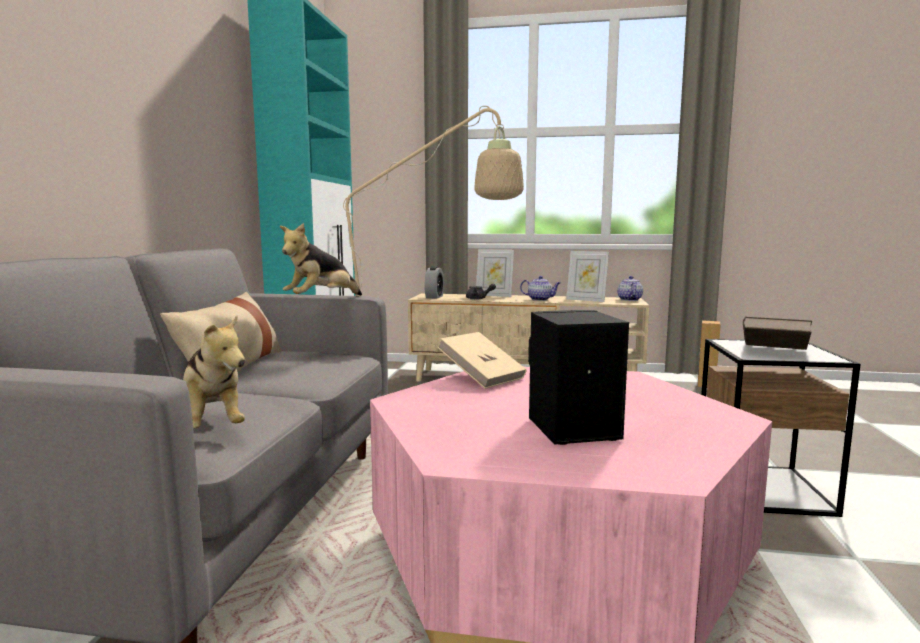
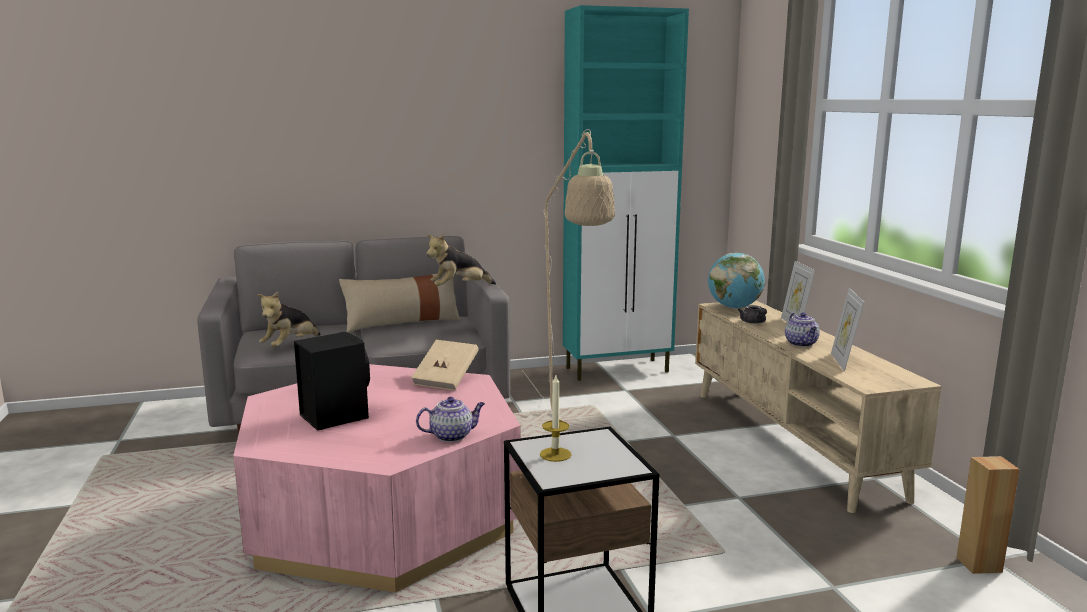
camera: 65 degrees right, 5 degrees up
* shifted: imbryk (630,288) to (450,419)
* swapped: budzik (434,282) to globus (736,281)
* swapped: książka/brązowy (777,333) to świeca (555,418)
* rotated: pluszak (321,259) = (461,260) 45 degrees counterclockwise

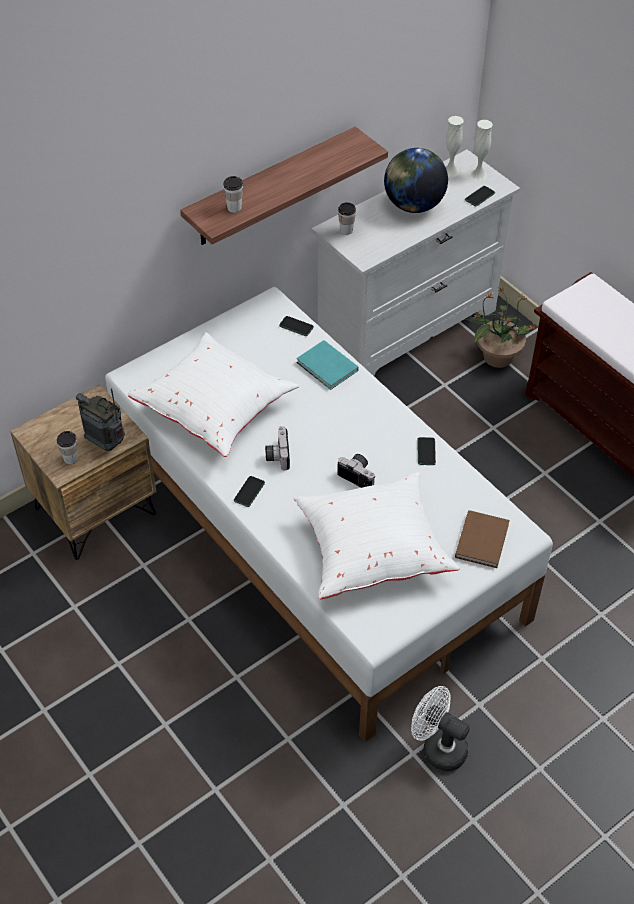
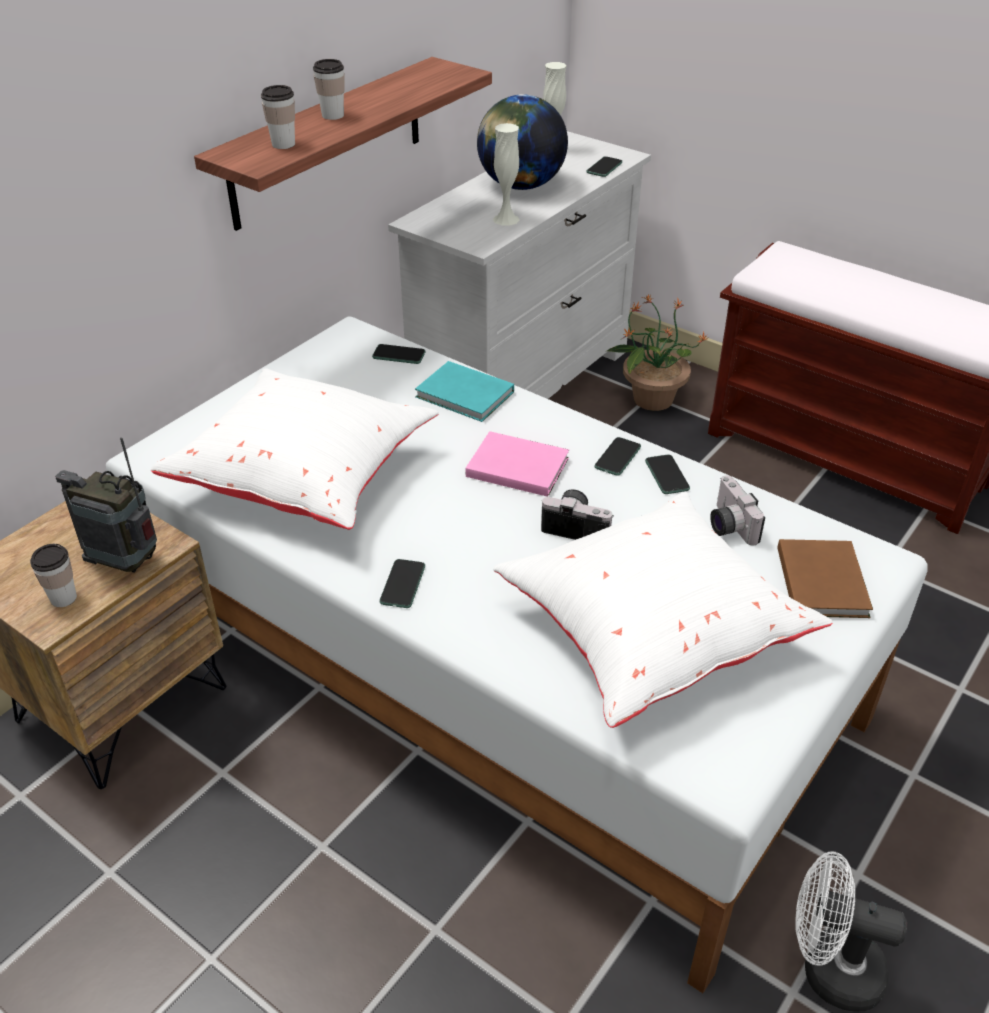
camera: 15 degrees left, 10 degrees down
* new: książka/różowy (517,464)
* new: telefon (618,456)
* shifted: aparat fotograficzny (277,448) to (737,510)
* shifted: filiżanka (347,218) to (329,89)
* shifted: wazon/biały (481,150) to (506,174)

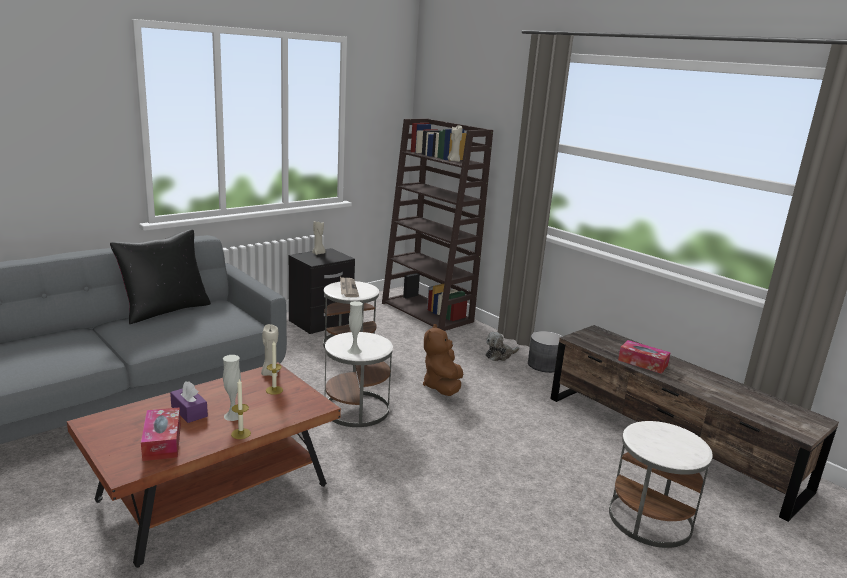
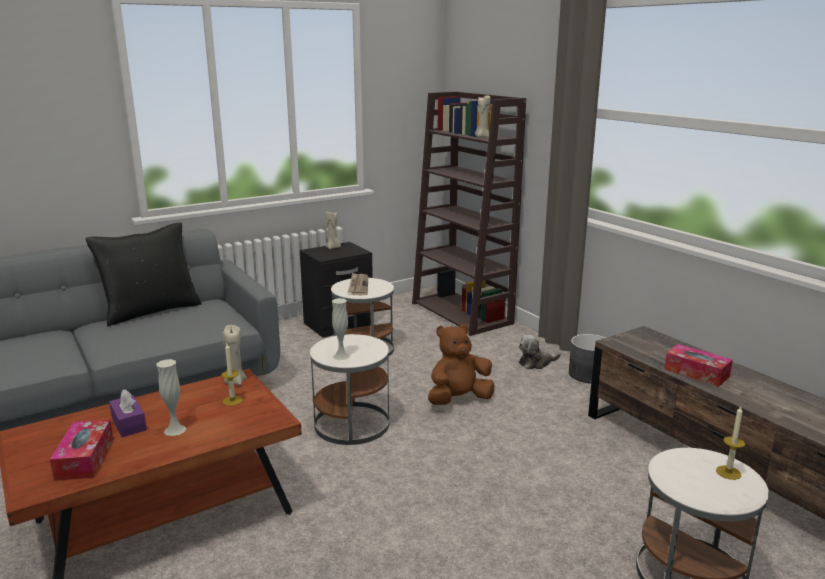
camera: 10 degrees right, 0 degrees up
* shifted: świeca (241,408) to (730,443)
* rotated: pluszak/brązowy (443,360) = (461,364) 45 degrees clockwise

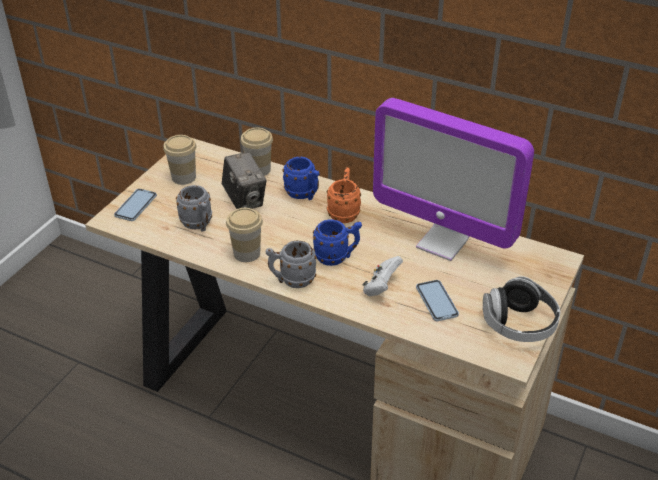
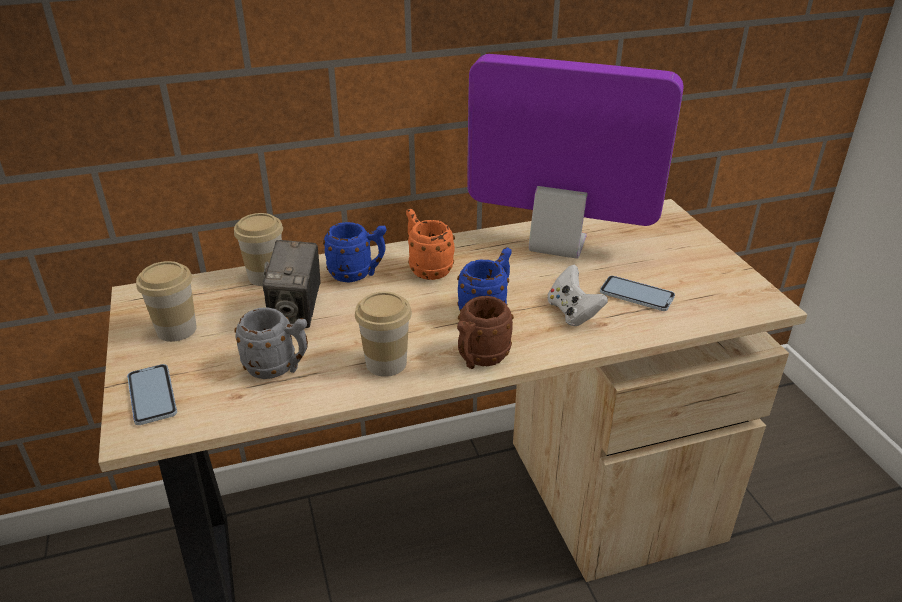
camera: 45 degrees left, 5 degrees down
* gone: słuchawki (521,309)
* repainted: kubek/szary (291,264) to kubek/brązowy (485,332)
* rotated: aparat fotograficzny (244,180) = (292,284) 75 degrees clockwise
* rotated: monitor (453,179) = (575,156) 150 degrees counterclockwise

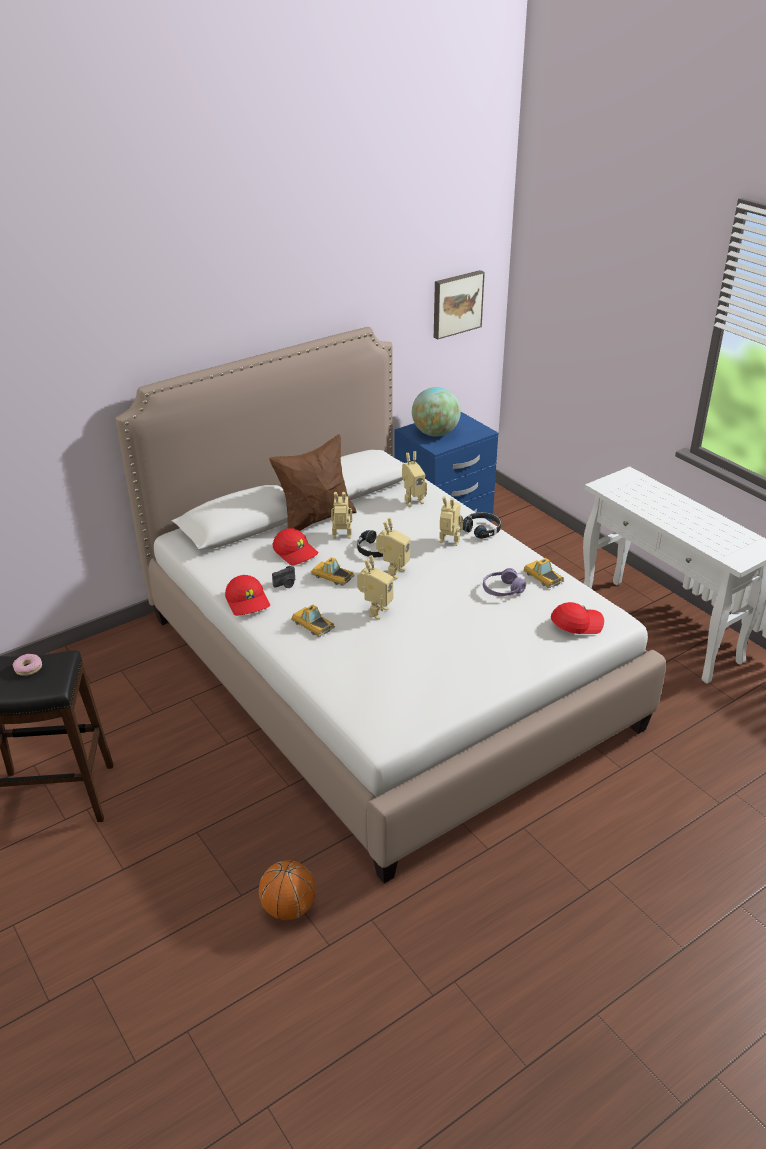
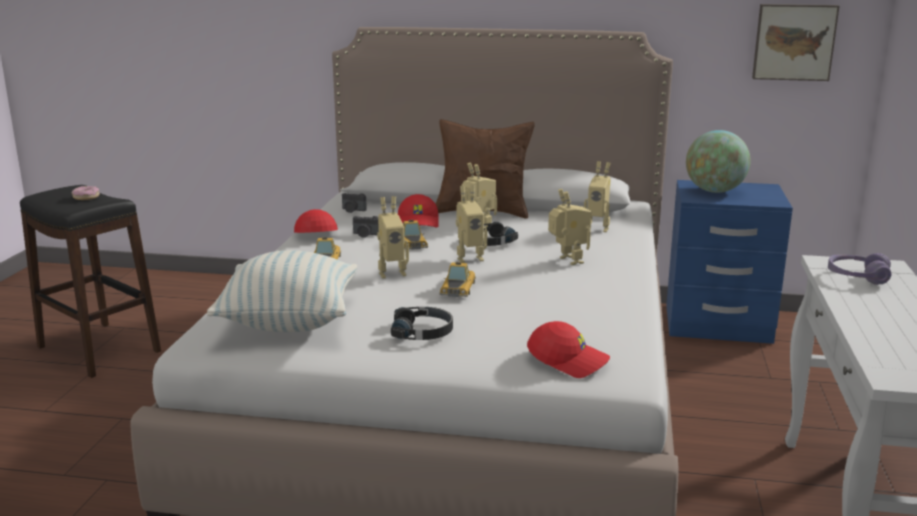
camera: 45 degrees right, 15 degrees down
* gone: piłka do koszykówki (287,890)
* new: poduszka (282,291)
* new: aparat fotograficzny (354,203)
* shifted: słuchawki/czarny (482,525) to (422,323)
* shifted: słuchawki/fioletowy (504,582) to (859,269)
* shifted: samochodzik (543,573) to (457,279)
* rotated: czapka z daszkiem/czerwony (247,595) = (316,221) 150 degrees clockwise

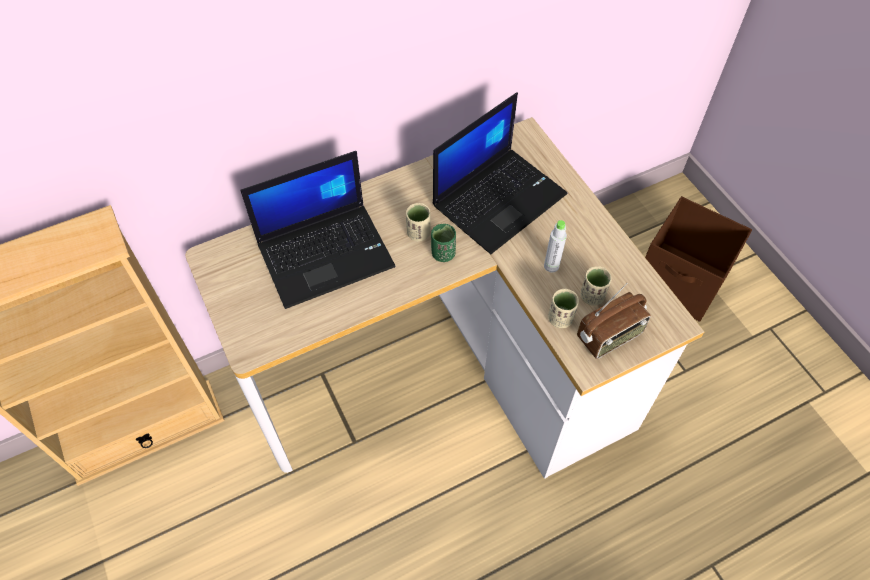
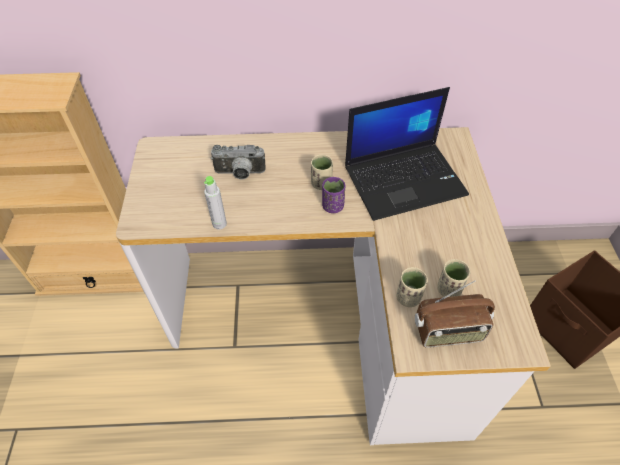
camera: 25 degrees right, 5 degrees down
* shifted: butelka/szary (555,246) to (215,203)
* swapped: laptop (318,230) to aparat fotograficzny (238,162)
* repainted: filiżanka/zielony (443,243) to filiżanka/fioletowy (333,195)

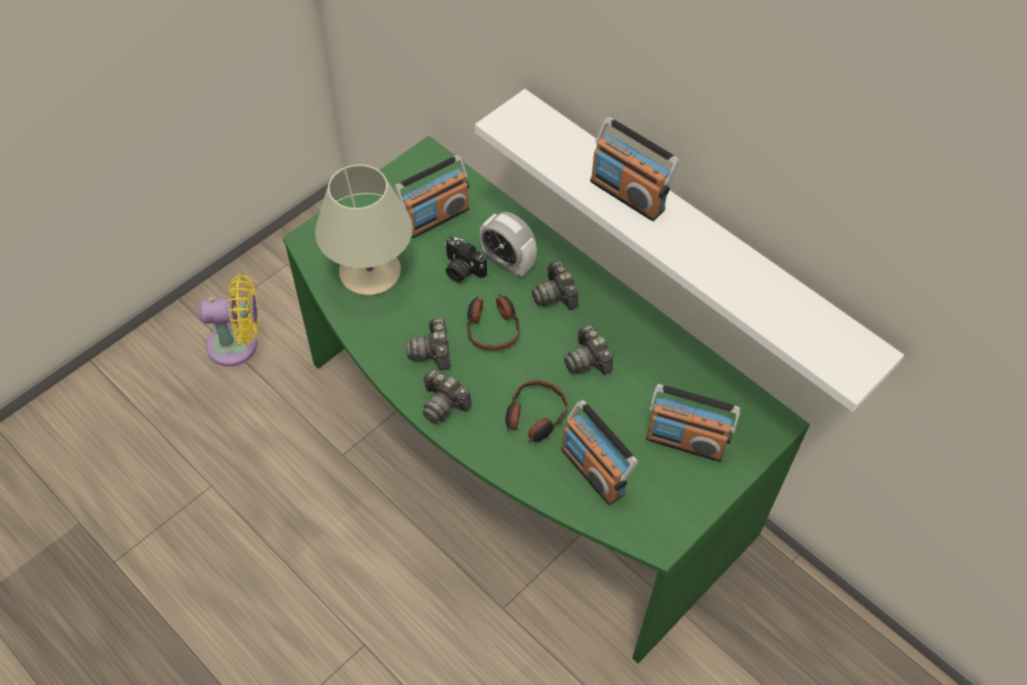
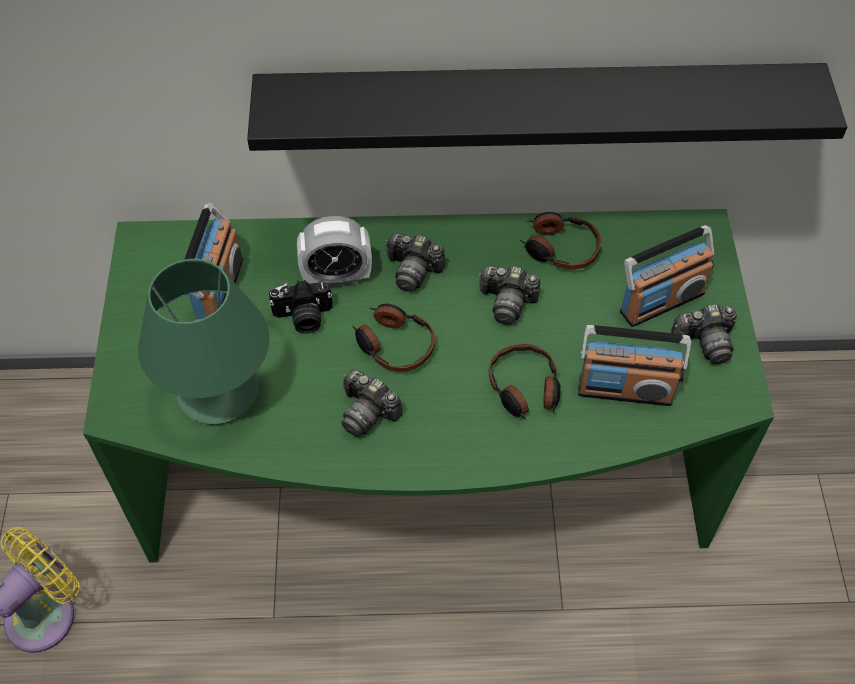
camera: 45 degrees left, 0 degrees up
* gone: radio (635,169)
* new: słuchawki (560,240)
* shifted: aparat fotograficzny (447,396) to (704,334)
* repainted: lampa stołowa/beżowy (364,230) to lampa stołowa/zielony (204,342)
* repainted: półka/biały (689,250) to półka/czarny (547,107)

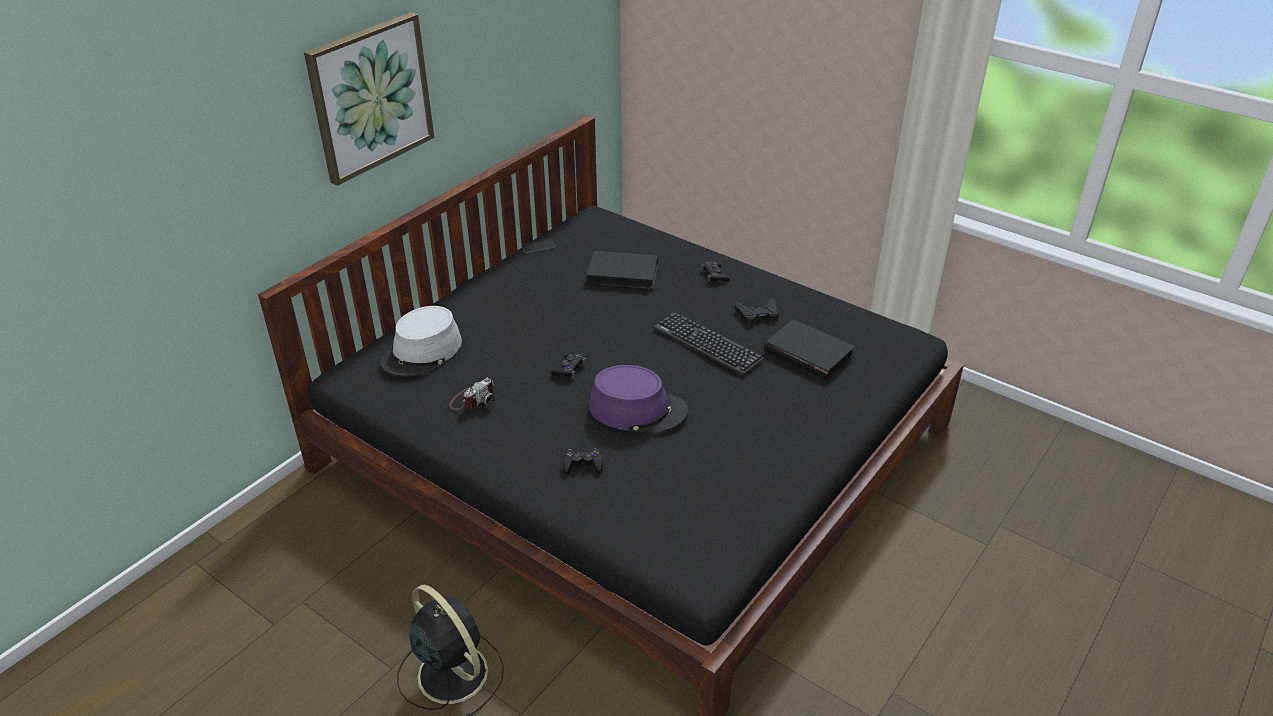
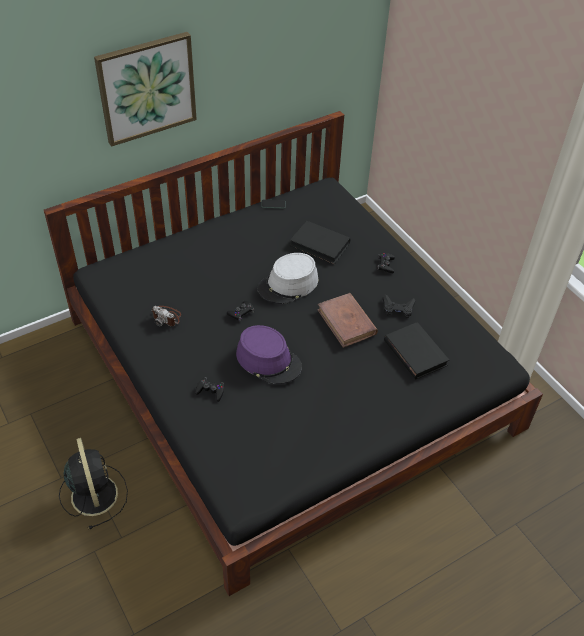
camera: 20 degrees right, 10 degrees up
* shifted: kapelusz/szary (421,341) to (287,278)
* swapped: klawiatura (709,343) to książka/brązowy (347,320)
* rotated: aparat fotograficzny (472,394) = (166,316) 60 degrees clockwise

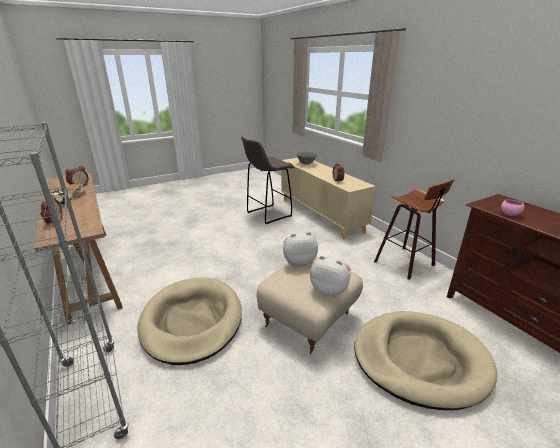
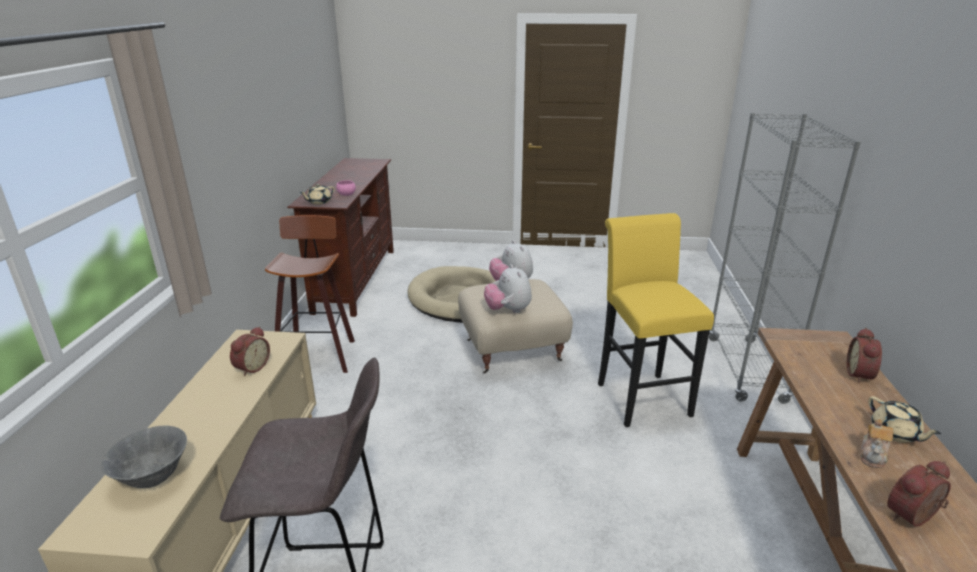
camera: 145 degrees left, 0 degrees up
* new: imbryk/beżowy (317,194)
* swapped: legowisko/beżowy (190,321) to stołek/żółty (656,320)
* rotated: pluszak (300,249) = (508,288) 45 degrees clockwise

